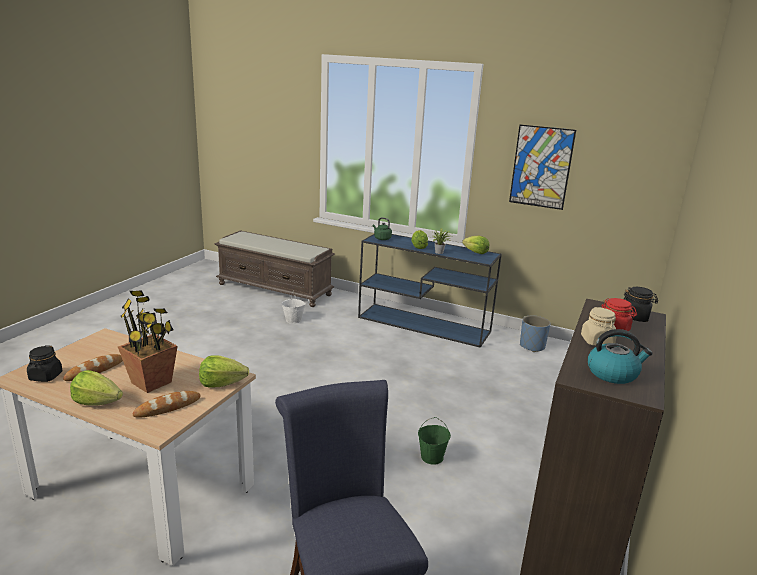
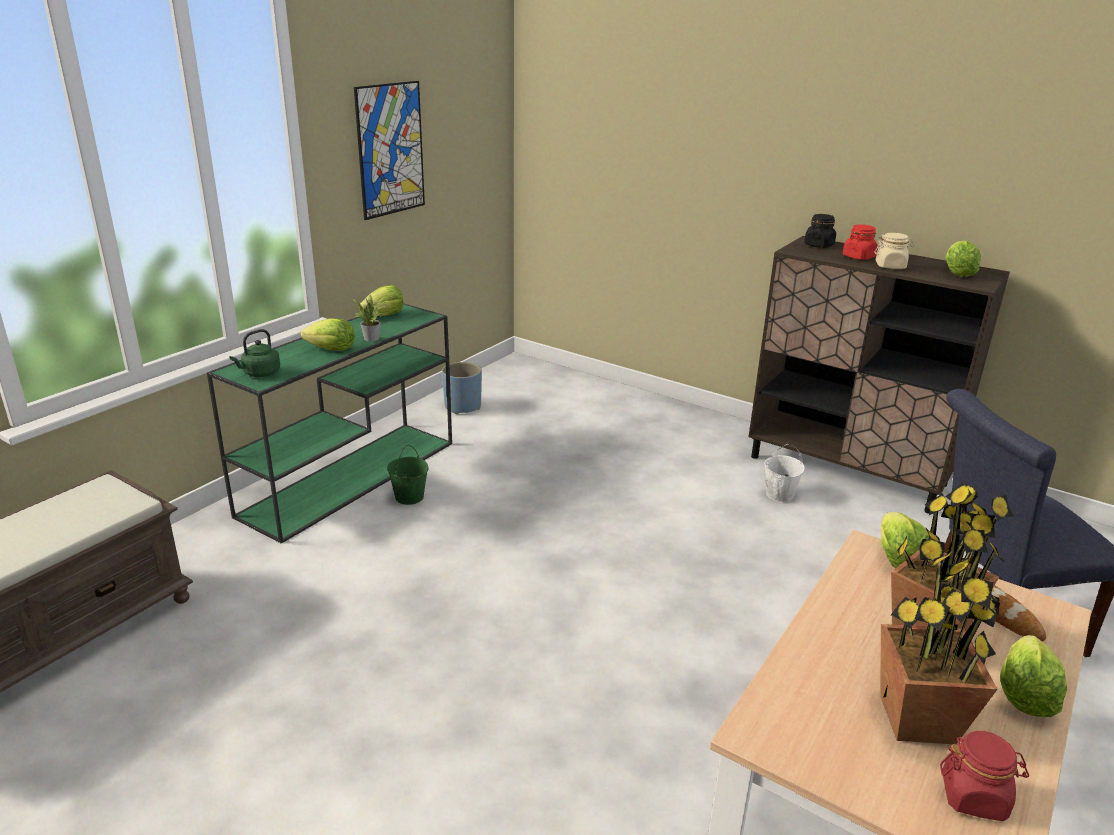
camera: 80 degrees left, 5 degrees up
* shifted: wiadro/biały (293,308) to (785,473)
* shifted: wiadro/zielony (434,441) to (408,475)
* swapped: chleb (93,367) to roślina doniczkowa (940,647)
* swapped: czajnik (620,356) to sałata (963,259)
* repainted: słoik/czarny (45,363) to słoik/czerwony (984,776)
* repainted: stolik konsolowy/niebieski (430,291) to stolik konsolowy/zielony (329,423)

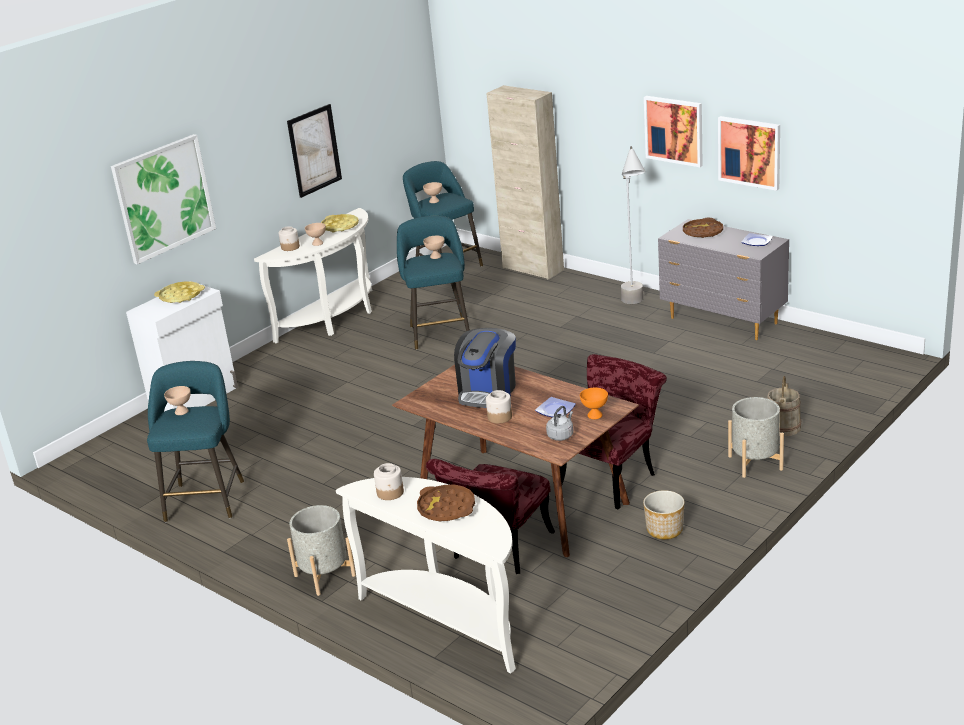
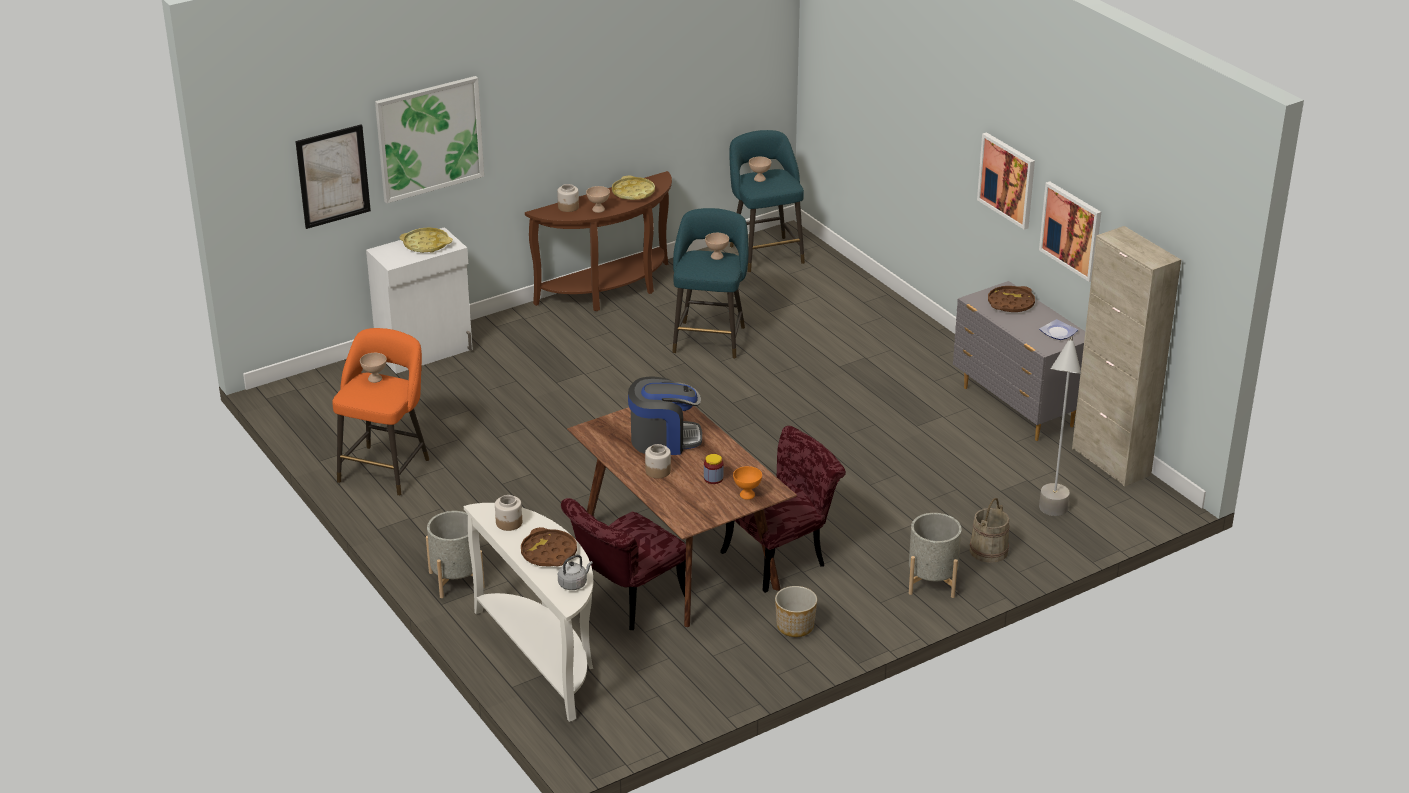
camera: 15 degrees right, 5 degrees up
* shifted: obraz (314,151) to (333,176)
* shifted: szafka/beżowy (525,182) to (1126,356)
* shifted: czajnik/szary (559,423) to (575,572)
* shifted: lampa stojąca/szary (633,225) to (1060,426)
* swapped: talerz (555,407) to słoik (714,469)
* repainted: stołek/turkusowy (195,441) to stołek/pomarańczowy (380,412)
* repainted: stolik konsolowy/biały (313,275) to stolik konsolowy/brązowy (598,241)
* rotated: ekspres do kawy (485,368) = (665,415) 135 degrees counterclockwise

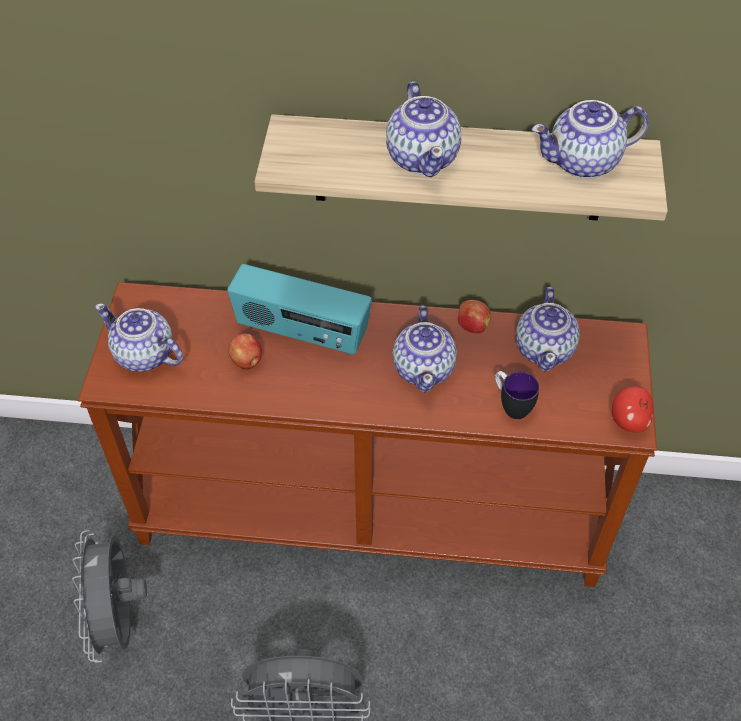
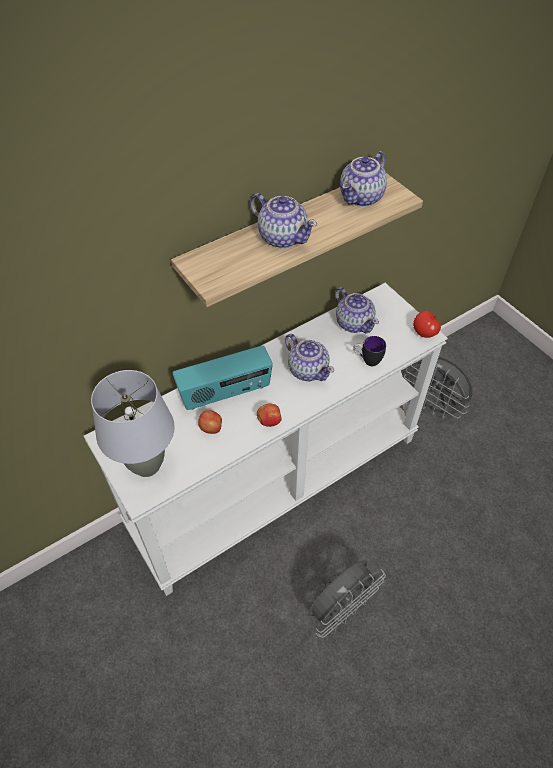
camera: 40 degrees left, 0 degrees up
* shifted: wentylator/szary (109,596) to (438,387)
* shifted: jabłko (474,316) to (269,415)
* swapped: imbryk (139,337) to lampa stołowa/szary (133,423)
* repainted: stolik konsolowy/brązowy (367,434) to stolik konsolowy/biały (266,439)

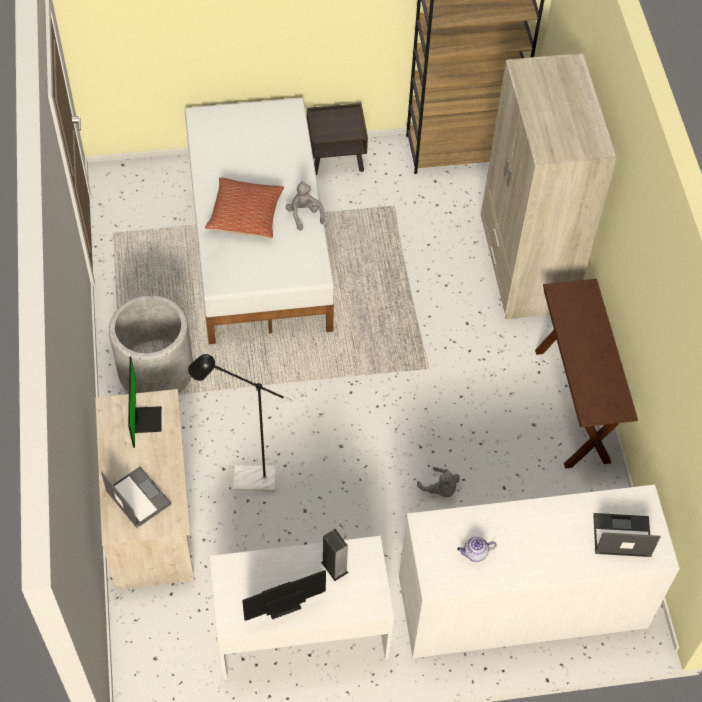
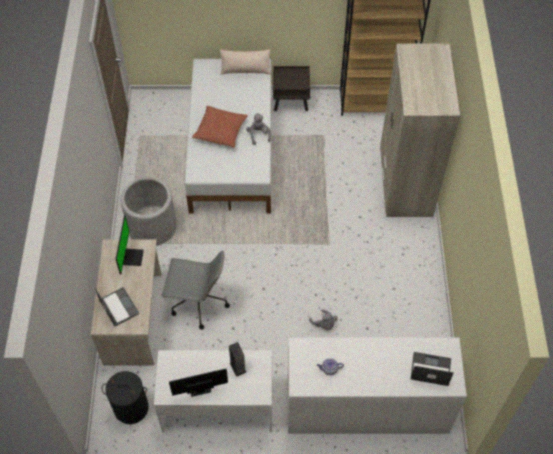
camera: 10 degrees right, 0 degrees up
* gone: stolik konsolowy/brązowy (586,373)
* new: kosz na pranie/czarny (125,397)
* new: poduszka/beżowy (245,62)
* swapped: lampa stojąca/czarny (240,423) to krzesło biurowe/szary (196,290)

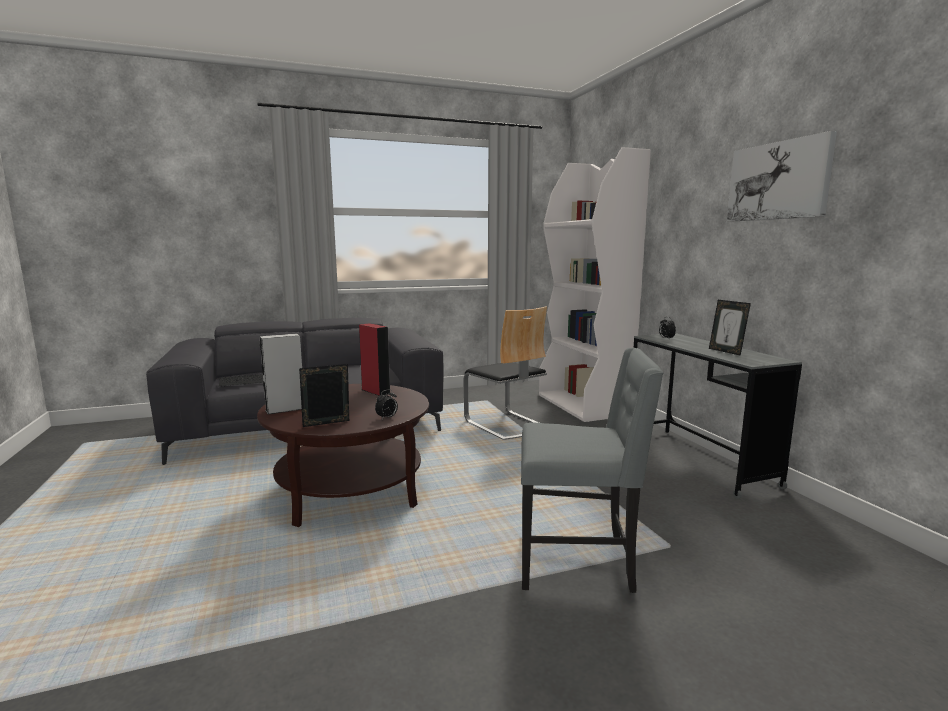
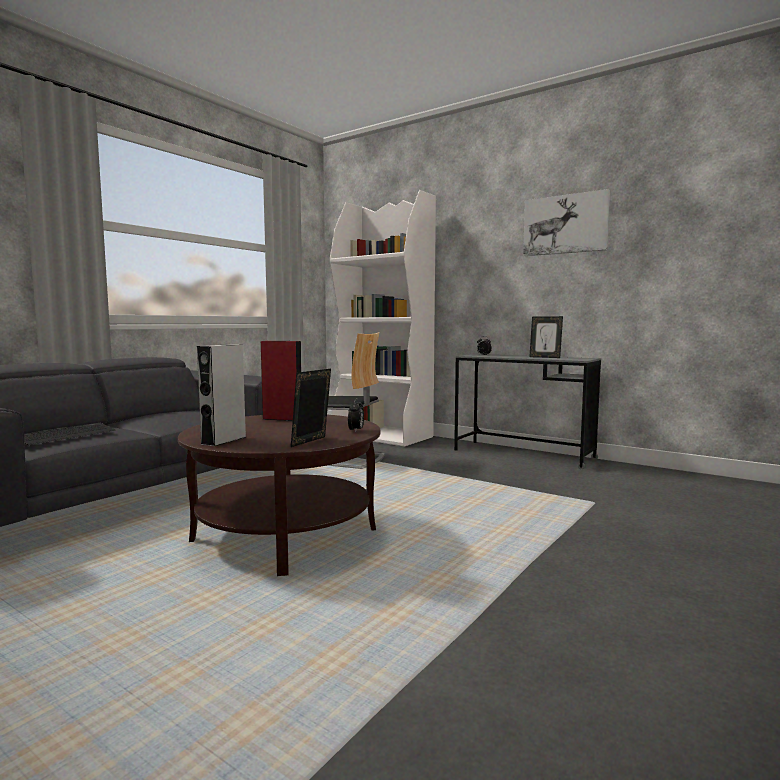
camera: 35 degrees left, 5 degrees down
* gone: krzesło/szary (592,470)

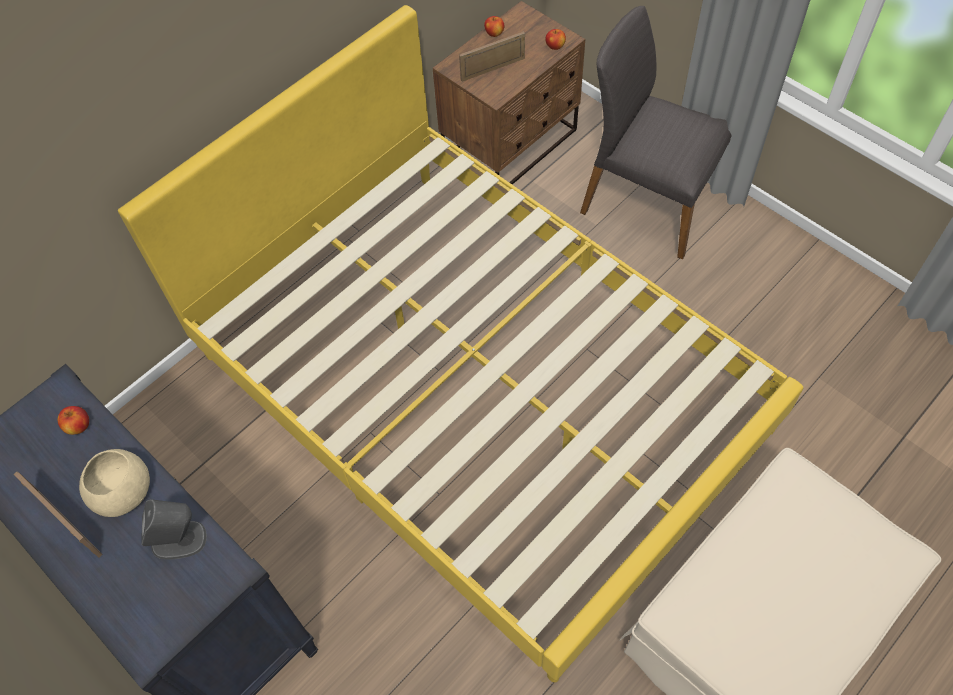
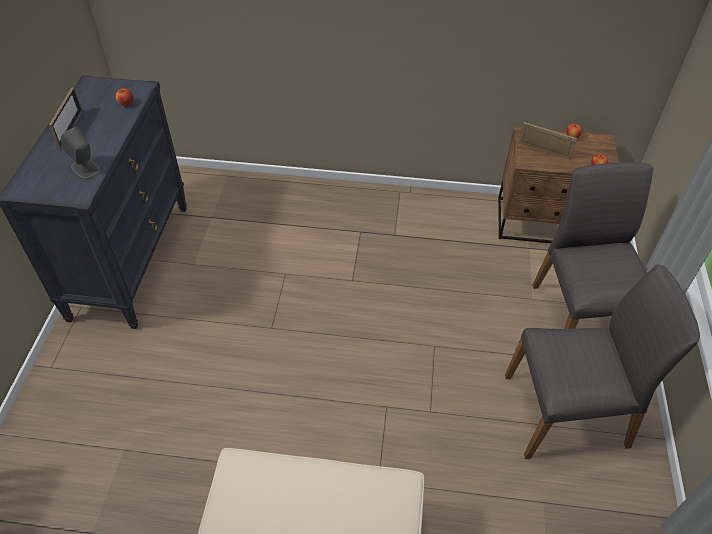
camera: 50 degrees right, 10 degrees down
* gone: miska/beżowy (114,483)
* gone: łóżko/żółty (460,343)
* new: krzesło/szary (602,361)

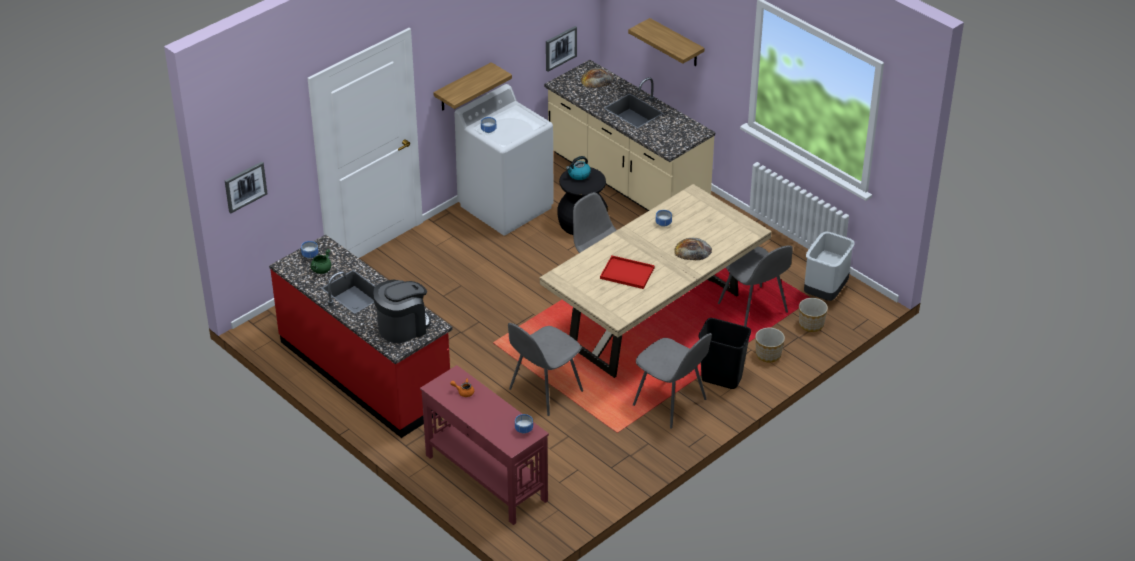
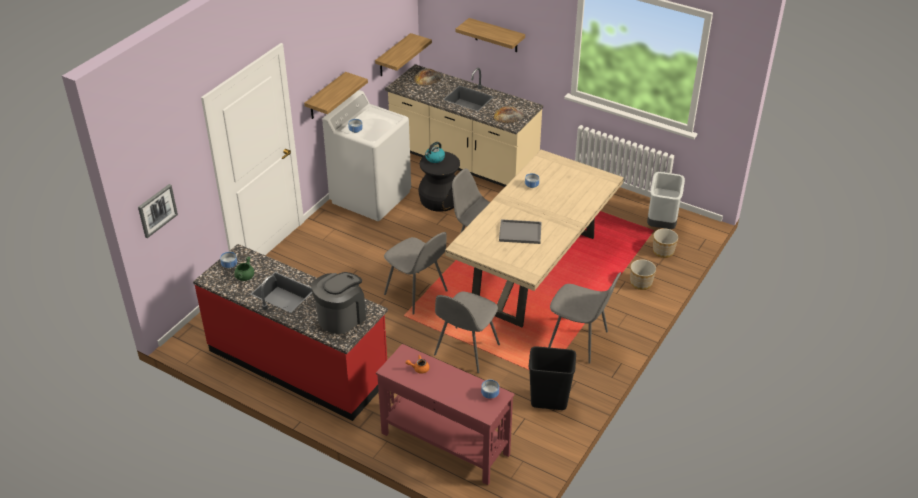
camera: 15 degrees left, 0 degrees up
* shifted: chleb (693,249) to (509,114)
* shifted: kosz na śmieci/czarny (724,353) to (552,378)
* shifted: krzesło/szary (755,285) to (416,273)
* swapped: obraz (561,49) to półka (403,54)
* repainted: taca/czerwony (627,272) to taca/szary (520,231)

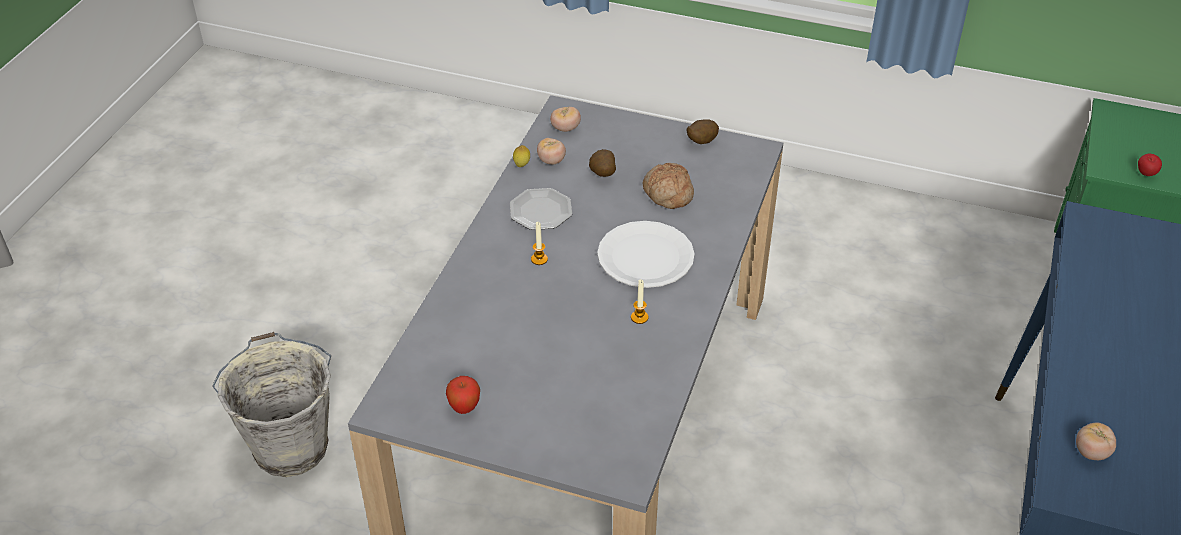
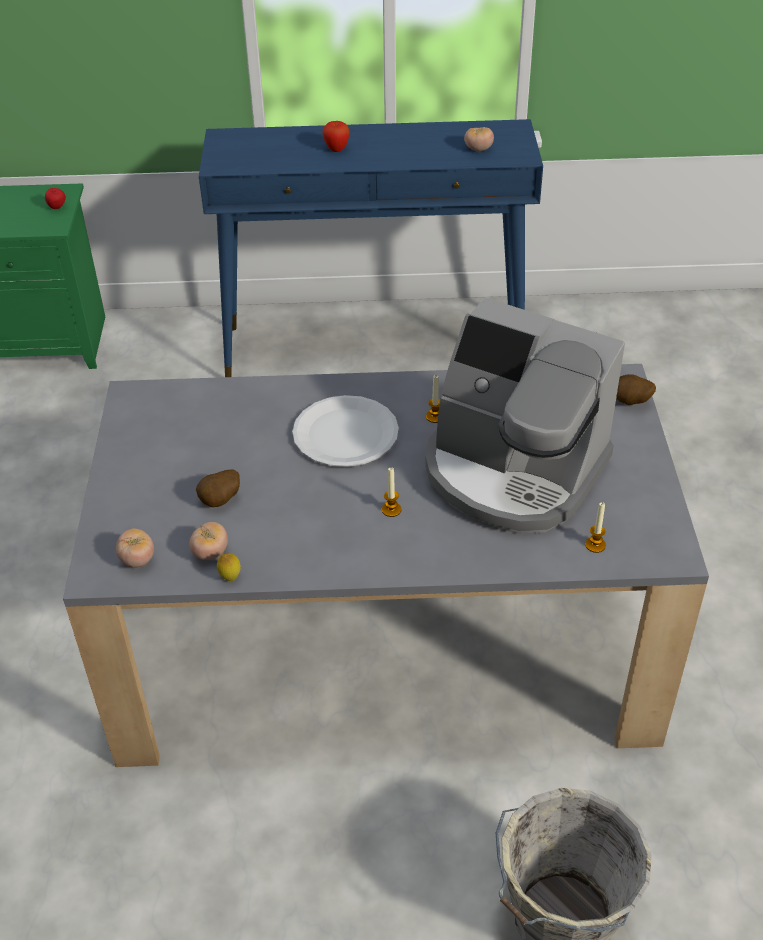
camera: 110 degrees left, 0 degrees up
* gone: talerz (541,209)
* gone: chleb (668,186)
* new: ekspres do kawy (525,416)
* new: świeca (595,527)
* shifted: jabłko (463,395) to (336,136)
* shifted: ziemniak (702,131) to (636,389)

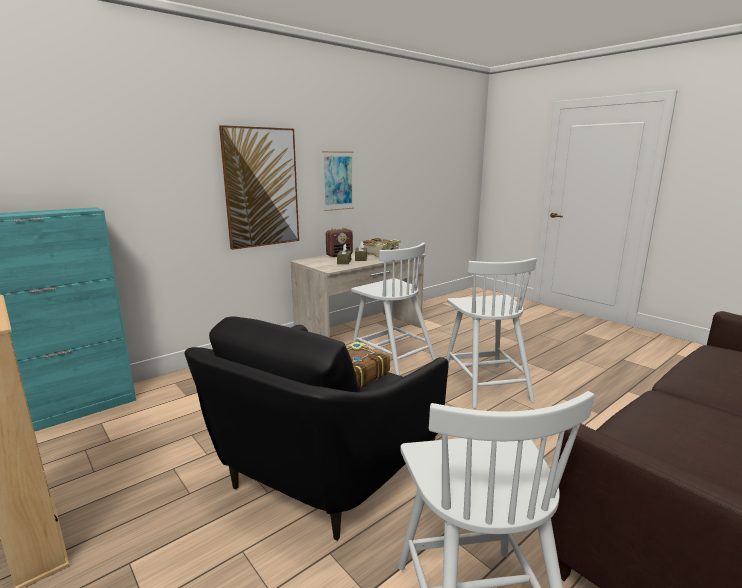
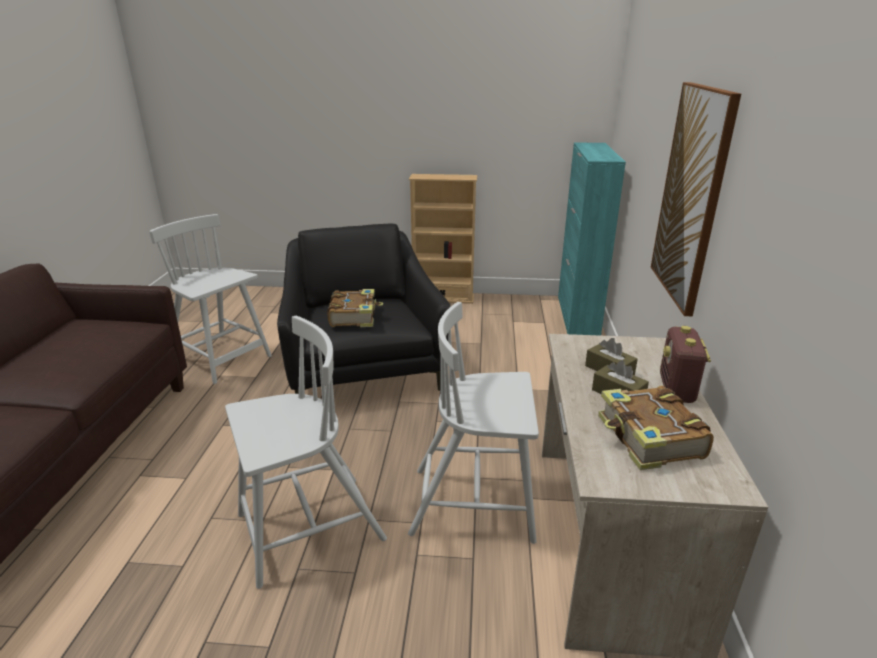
camera: 135 degrees right, 10 degrees up
* gone: obraz (338,181)
* rotated: krzesło/biały (491,333) = (306,452) 120 degrees clockwise

